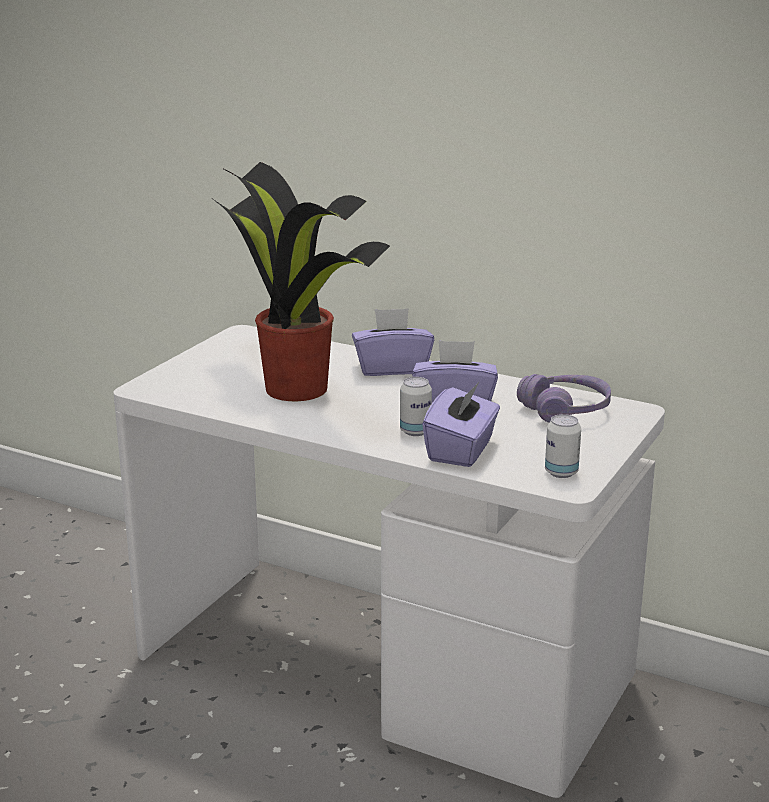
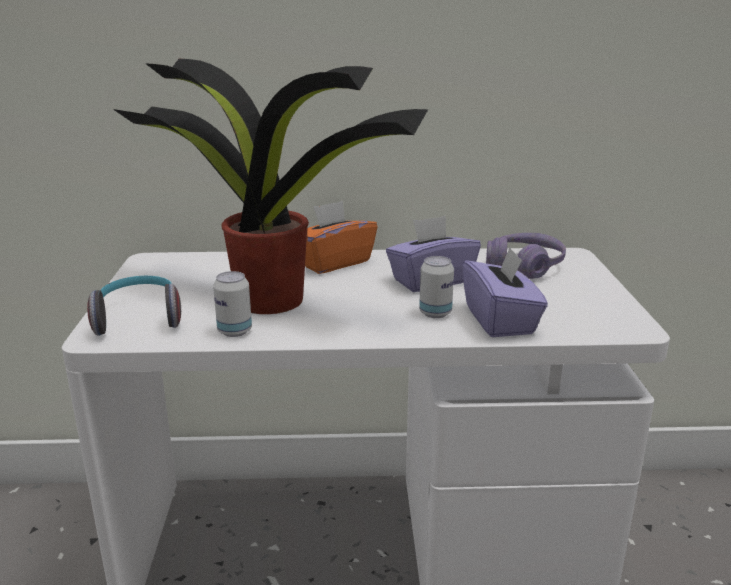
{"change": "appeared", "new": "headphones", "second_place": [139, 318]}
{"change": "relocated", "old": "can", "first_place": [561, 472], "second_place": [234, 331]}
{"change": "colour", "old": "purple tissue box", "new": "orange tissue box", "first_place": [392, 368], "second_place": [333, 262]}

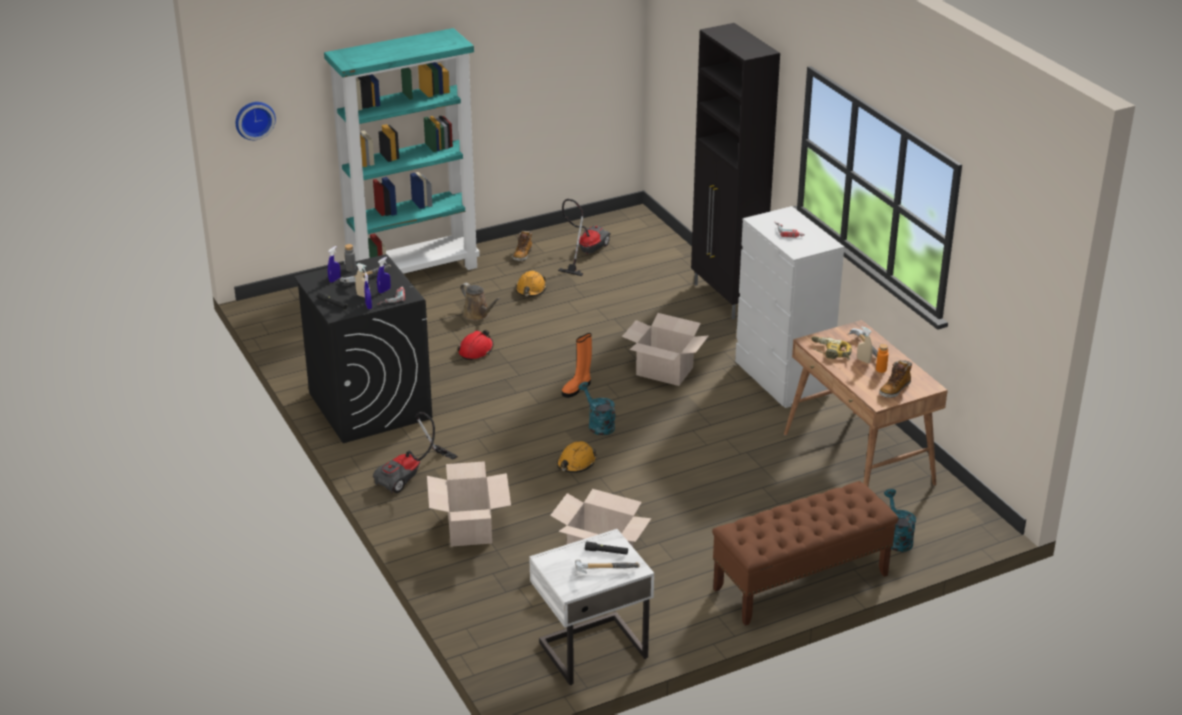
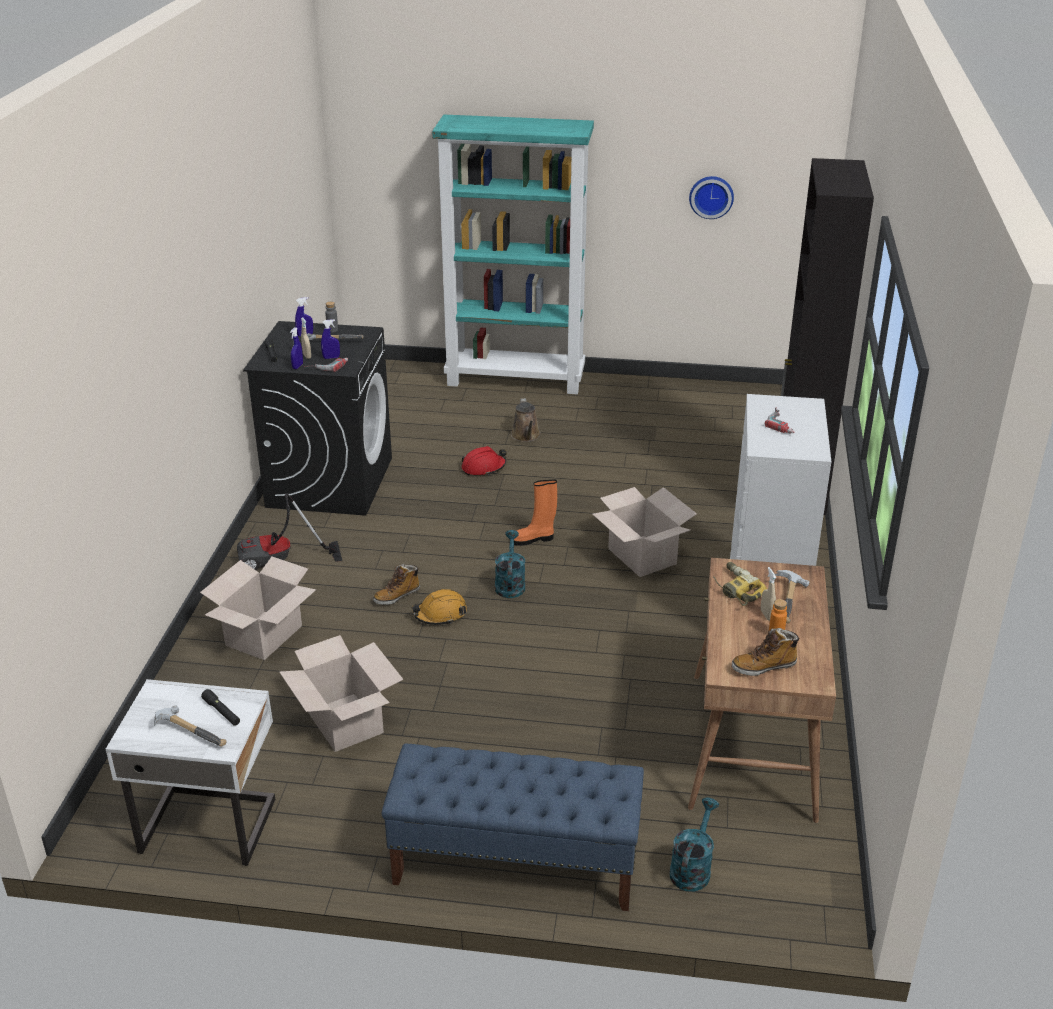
{"change": "relocated", "old": "boot", "first_place": [522, 255], "second_place": [397, 596]}
{"change": "colour", "old": "brown bench", "new": "blue bench", "first_place": [800, 582], "second_place": [514, 864]}
{"change": "relocated", "old": "wall clock", "first_place": [254, 119], "second_place": [711, 196]}
{"change": "missing", "old": "orange hard hat", "first_place": [530, 290]}
{"change": "missing", "old": "vacuum cleaner", "first_place": [585, 253]}

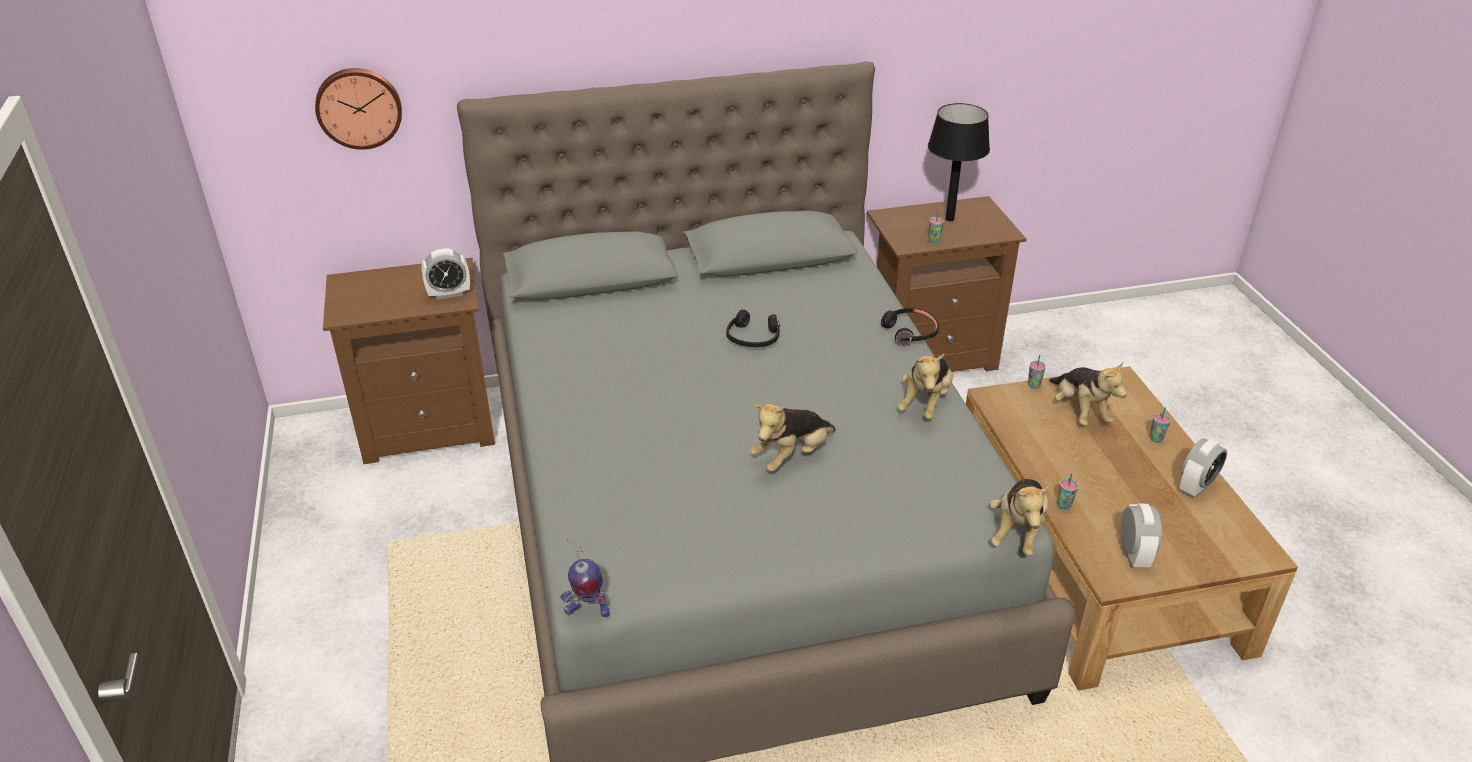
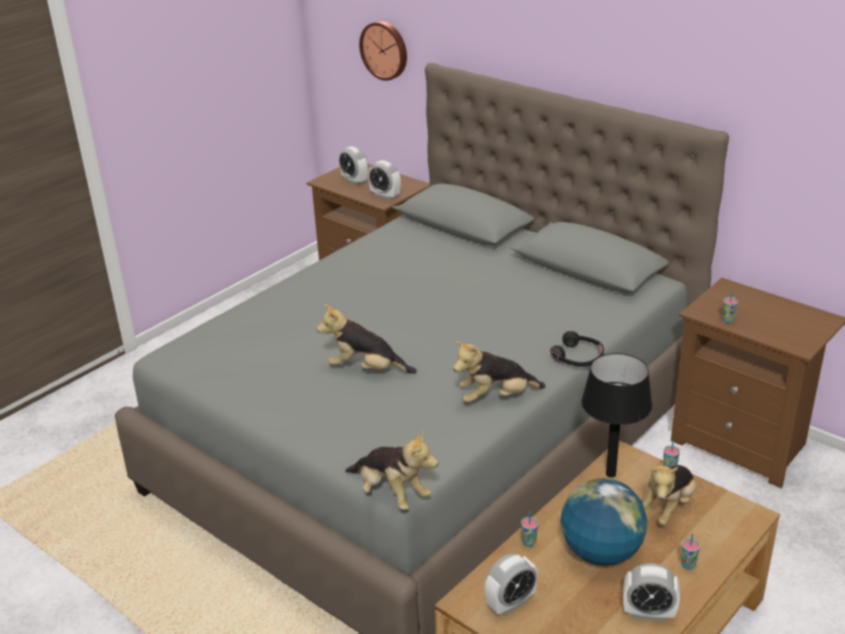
{"change": "appeared", "new": "alarm clock", "second_place": [354, 181]}
{"change": "spun", "old": "plush toy", "first_place": [1017, 532], "second_place": [391, 494], "degrees": -120}
{"change": "appeared", "new": "globe", "second_place": [601, 552]}
{"change": "relocated", "old": "black table lamp", "first_place": [949, 219], "second_place": [610, 474]}
{"change": "missing", "old": "toy robot", "first_place": [587, 611]}
{"change": "missing", "old": "black headphones", "first_place": [753, 337]}

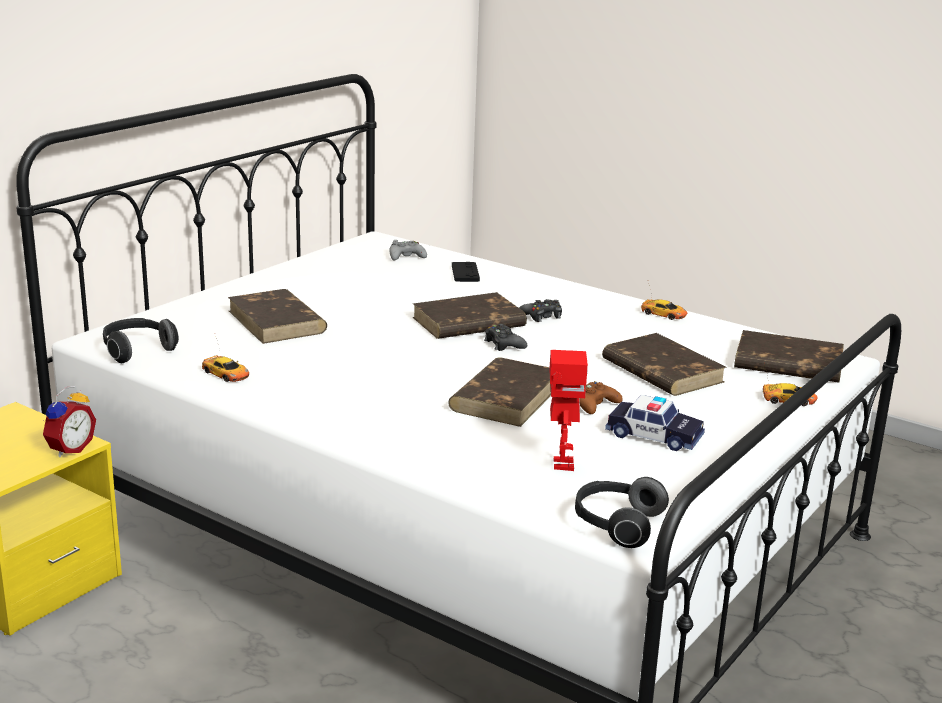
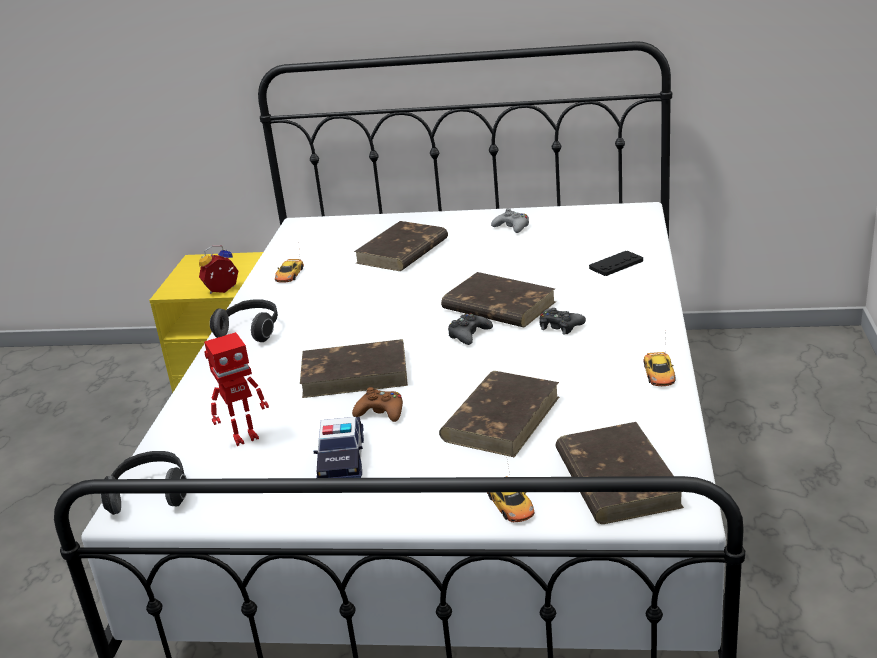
{"change": "spun", "old": "alarm clock", "first_place": [69, 449], "second_place": [223, 291], "degrees": 150}
{"change": "relocated", "old": "headphones", "first_place": [136, 350], "second_place": [251, 331]}
{"change": "relocated", "old": "grey game controller", "first_place": [406, 257], "second_place": [512, 227]}

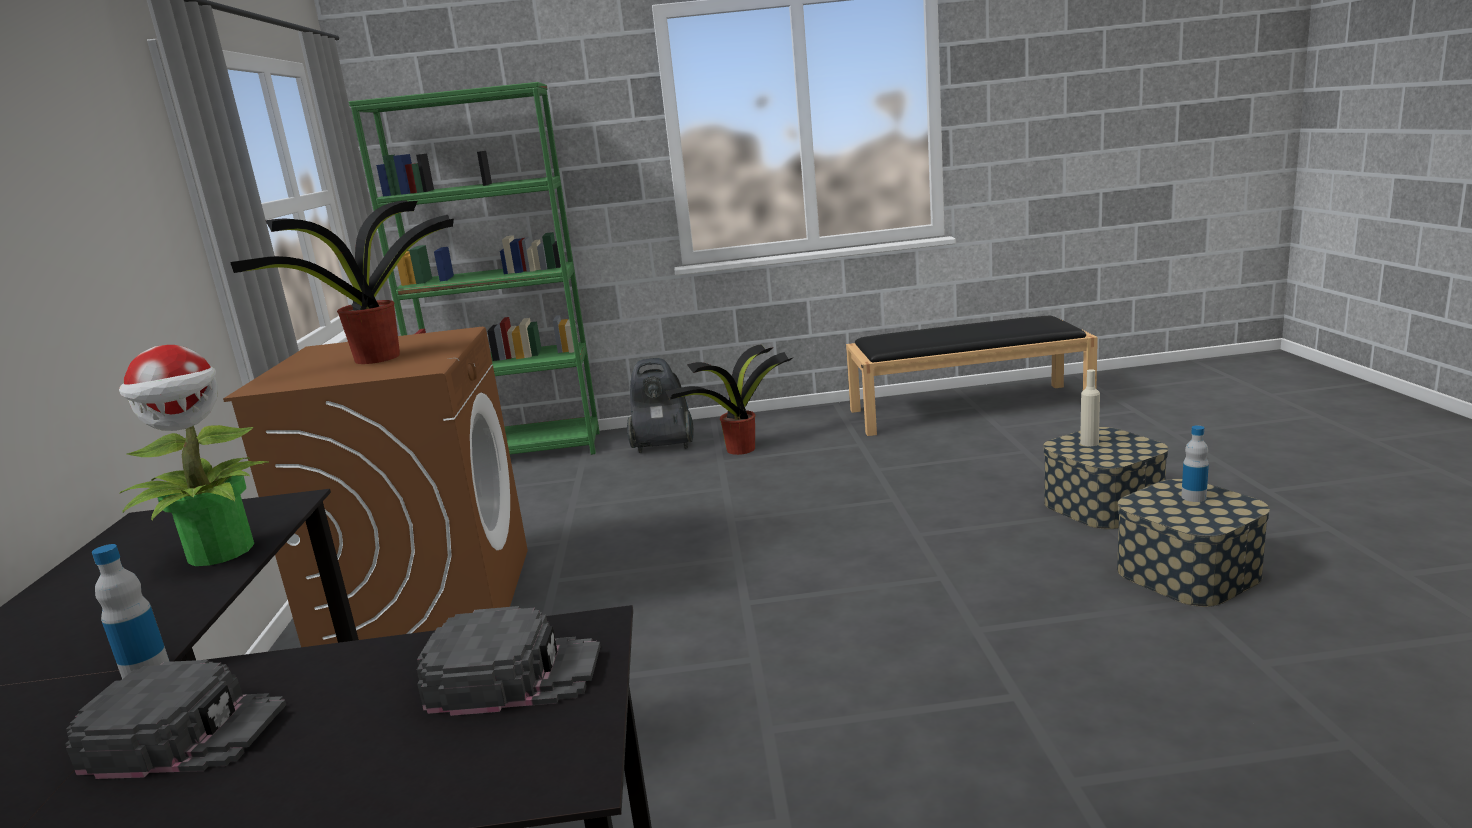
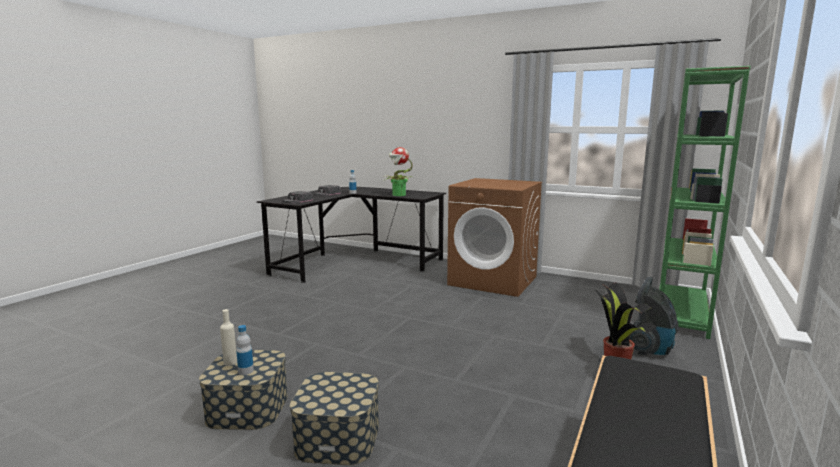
{"change": "relocated", "old": "beige bottle", "first_place": [1089, 443], "second_place": [230, 362]}
{"change": "missing", "old": "potted plant", "first_place": [374, 358]}

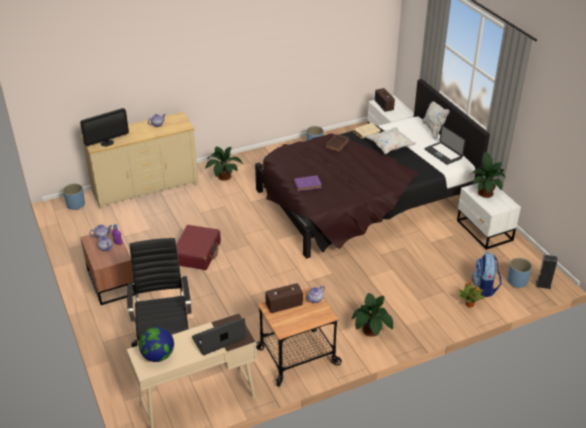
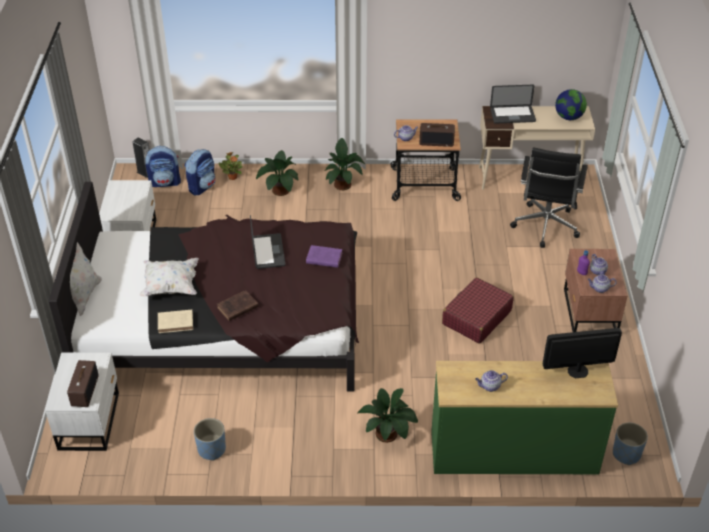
{"change": "exchanged", "old": "blue planter", "new": "backpack", "first_place": [517, 281], "second_place": [165, 182]}
{"change": "relocated", "old": "laptop", "first_place": [443, 154], "second_place": [268, 252]}
{"change": "relocated", "old": "potted plant", "first_place": [485, 192], "second_place": [280, 191]}
{"change": "colour", "old": "beige dresser", "new": "green dresser", "first_place": [145, 187], "second_place": [513, 453]}

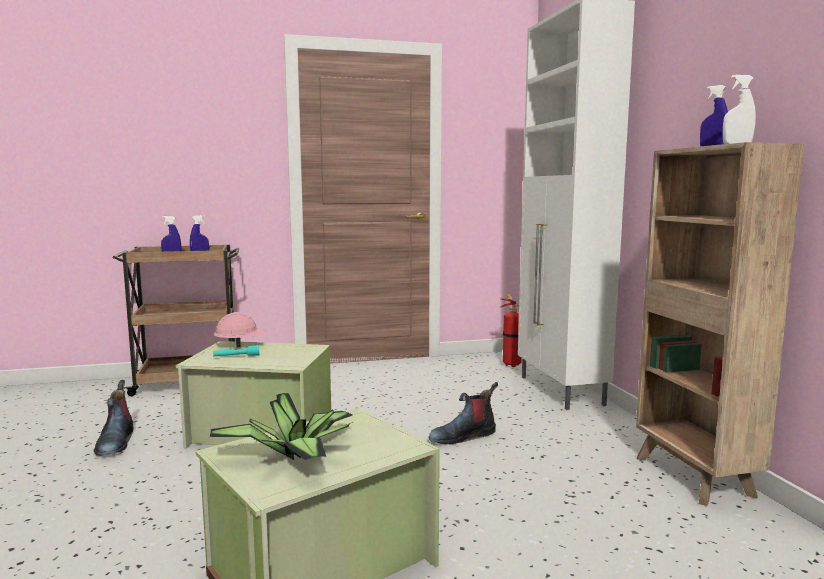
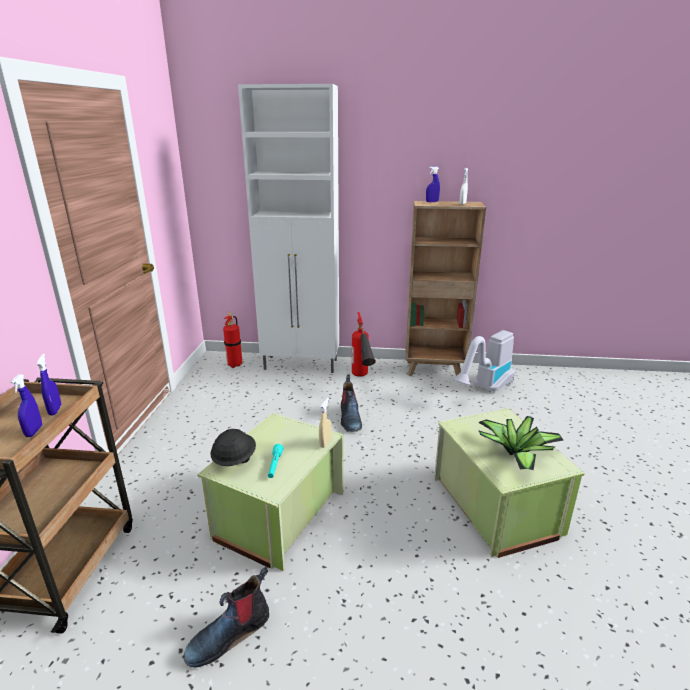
{"change": "spun", "old": "boot", "first_place": [115, 442], "second_place": [229, 634], "degrees": 135}
{"change": "colour", "old": "pink hard hat", "new": "black hard hat", "first_place": [241, 345], "second_place": [234, 460]}
{"change": "appeared", "new": "beige spray bottle", "second_place": [325, 443]}
{"change": "appeared", "new": "fire extinguisher", "second_place": [362, 380]}
{"change": "appeared", "new": "vacuum cleaner", "second_place": [484, 389]}

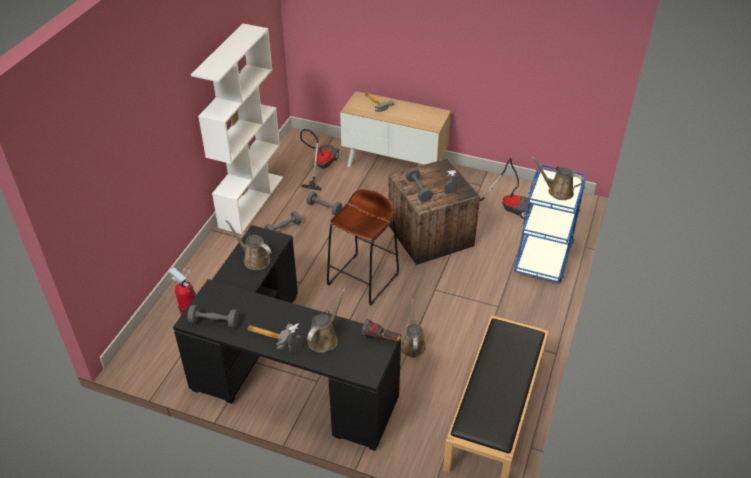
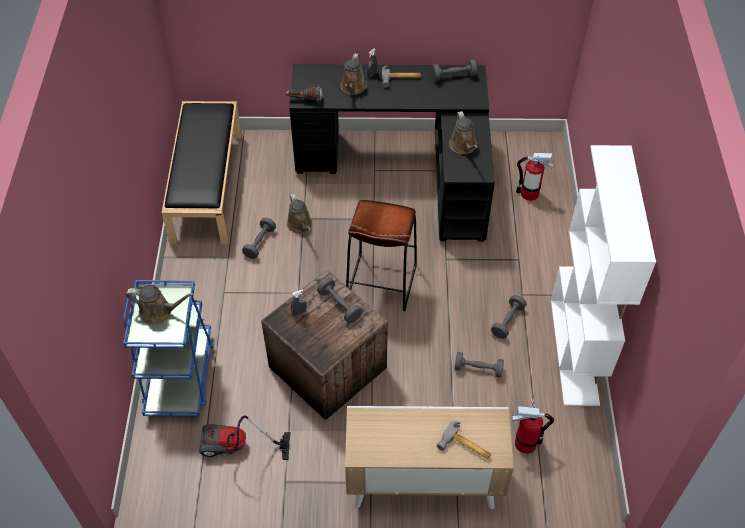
{"change": "appeared", "new": "grey dumbbell", "second_place": [260, 243]}
{"change": "spun", "old": "brown watering can", "first_place": [254, 259], "second_place": [463, 146], "degrees": 60}
{"change": "exchanged", "old": "vacuum cleaner", "new": "fire extinguisher", "first_place": [320, 167], "second_place": [525, 443]}

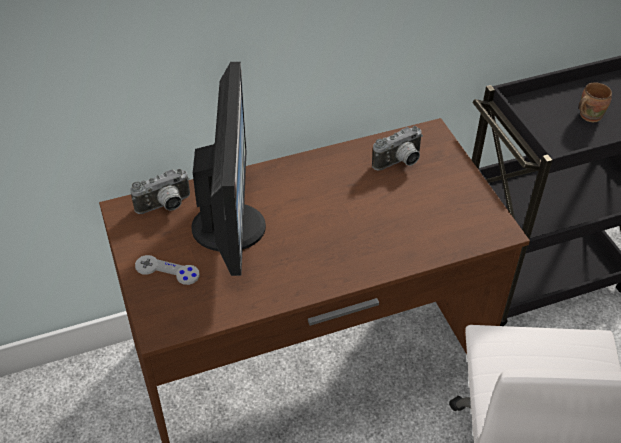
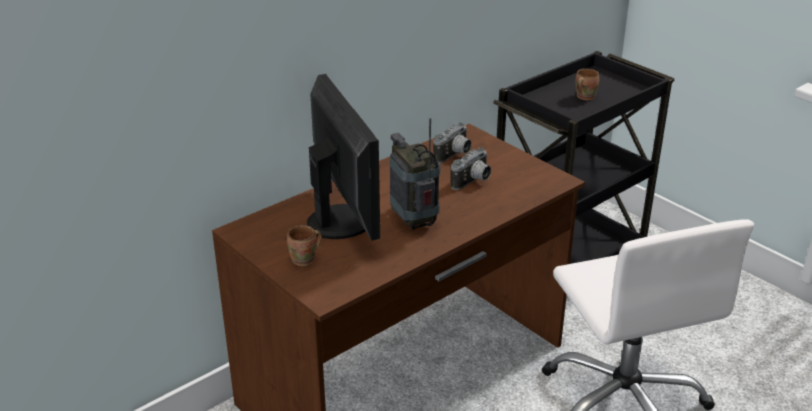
{"change": "exchanged", "old": "grey game controller", "new": "brown mug", "first_place": [167, 271], "second_place": [305, 260]}
{"change": "appeared", "new": "radio", "second_place": [414, 222]}
{"change": "relocated", "old": "photo camera", "first_place": [165, 206], "second_place": [473, 182]}

